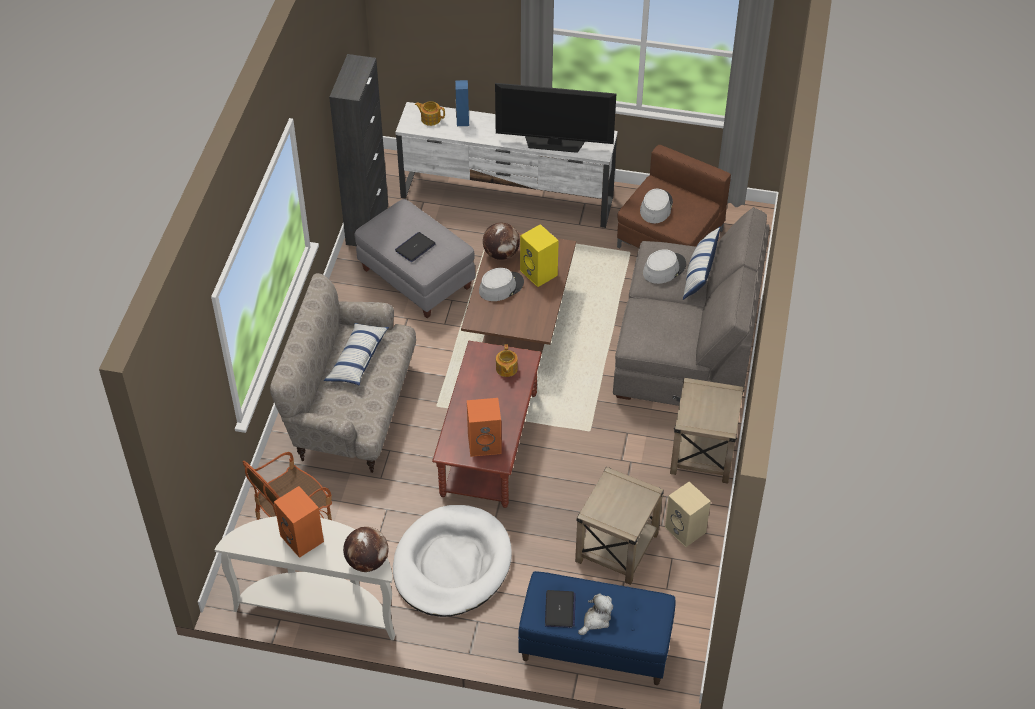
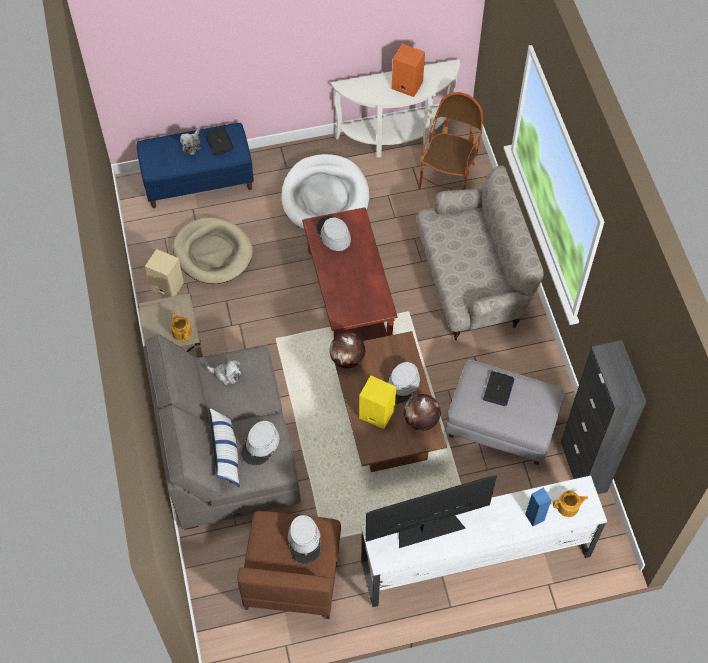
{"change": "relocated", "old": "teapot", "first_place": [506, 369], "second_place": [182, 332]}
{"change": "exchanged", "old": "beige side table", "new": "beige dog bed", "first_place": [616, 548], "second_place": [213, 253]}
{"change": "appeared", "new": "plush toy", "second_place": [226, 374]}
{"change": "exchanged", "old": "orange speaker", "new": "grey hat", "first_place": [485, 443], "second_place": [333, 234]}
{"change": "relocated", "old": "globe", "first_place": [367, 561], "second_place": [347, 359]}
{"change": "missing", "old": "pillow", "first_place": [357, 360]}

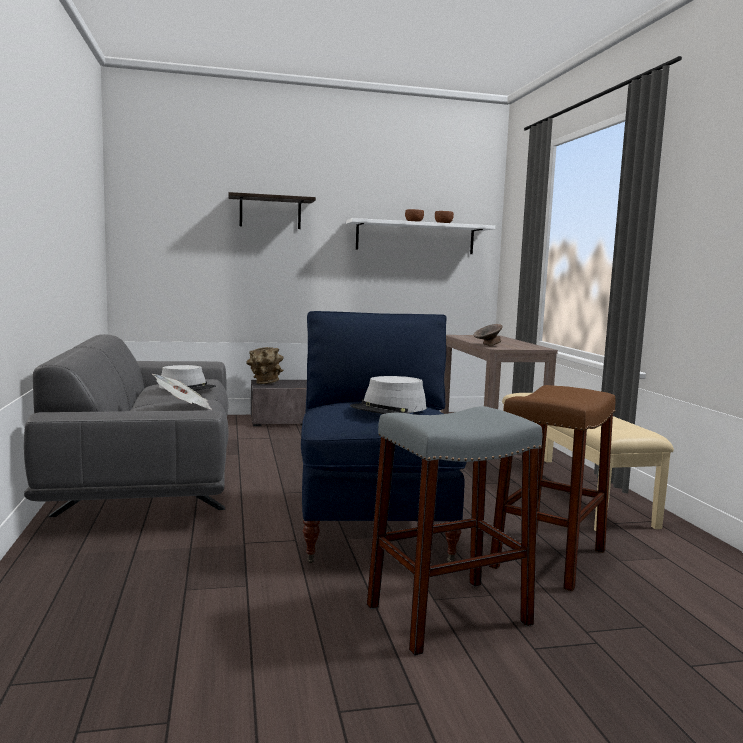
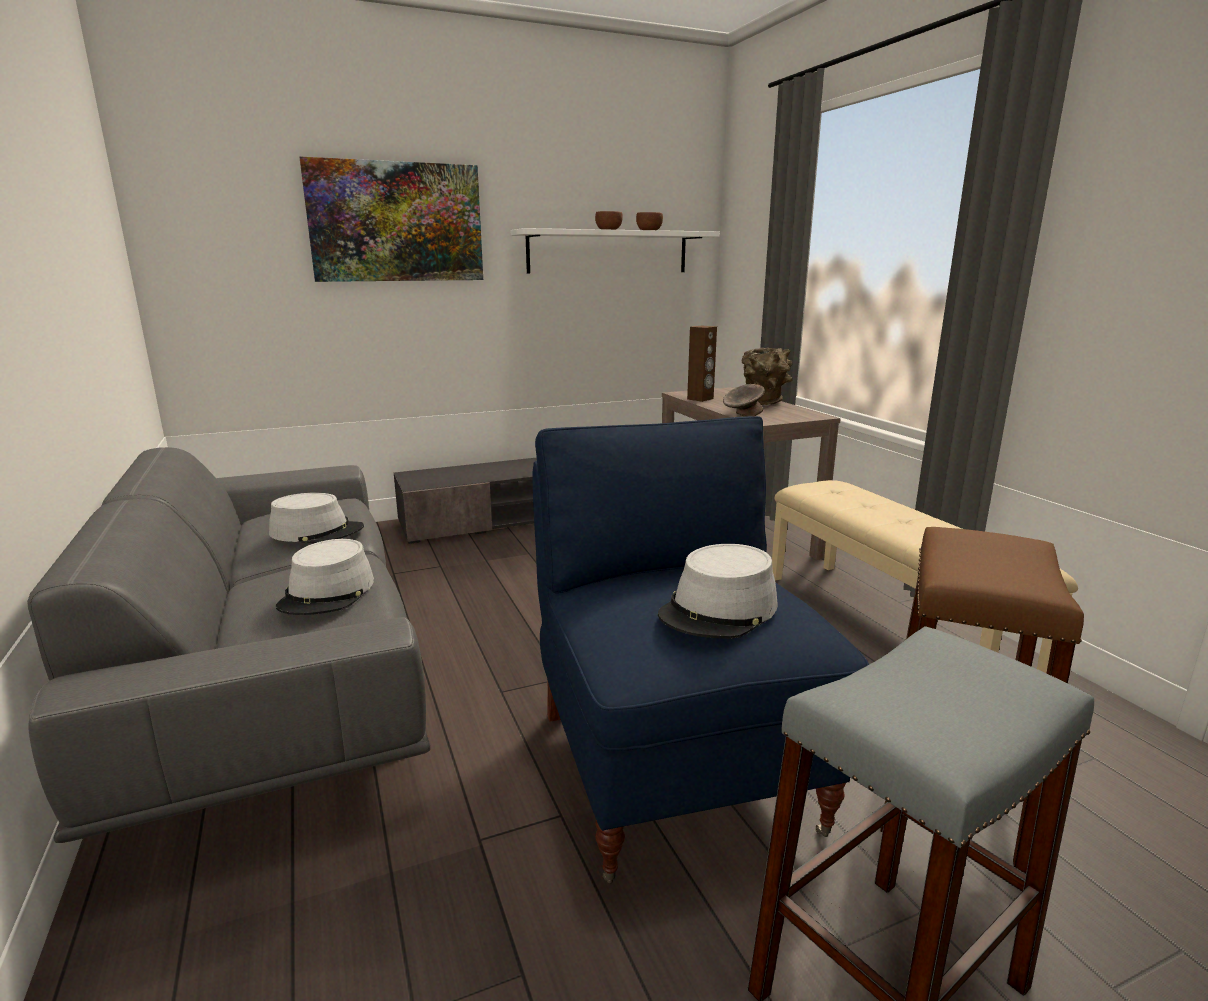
{"change": "exchanged", "old": "newspaper", "new": "grey hat", "first_place": [184, 407], "second_place": [328, 593]}
{"change": "exchanged", "old": "shelf", "new": "picture", "first_place": [270, 212], "second_place": [396, 222]}
{"change": "appeared", "new": "brown speaker", "second_place": [700, 399]}
{"change": "relocated", "old": "brown vase", "first_place": [265, 383], "second_place": [763, 403]}

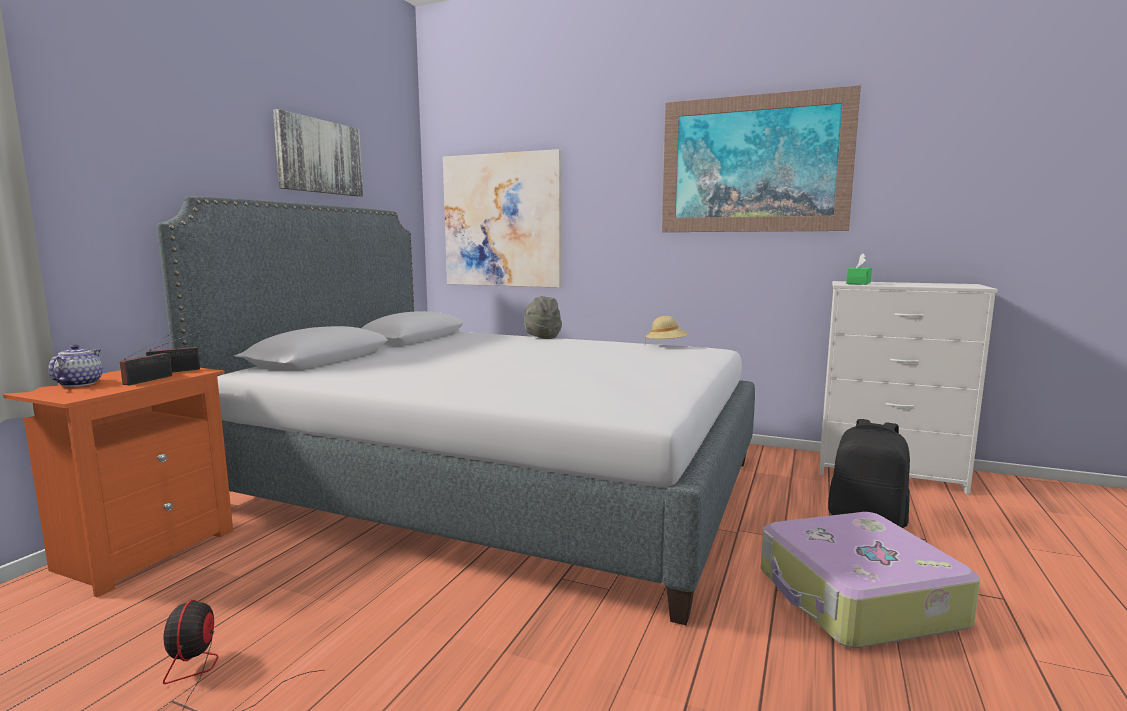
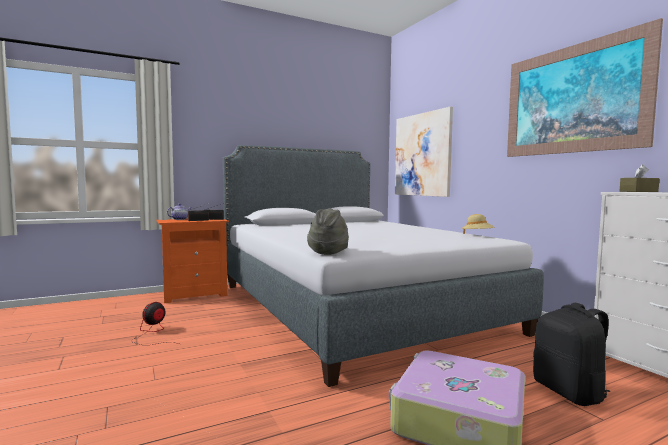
{"change": "relocated", "old": "grey hat", "first_place": [541, 336], "second_place": [328, 252]}
{"change": "colour", "old": "green tissue box", "new": "brown tissue box", "first_place": [858, 283], "second_place": [638, 191]}
{"change": "missing", "old": "picture", "first_place": [319, 157]}

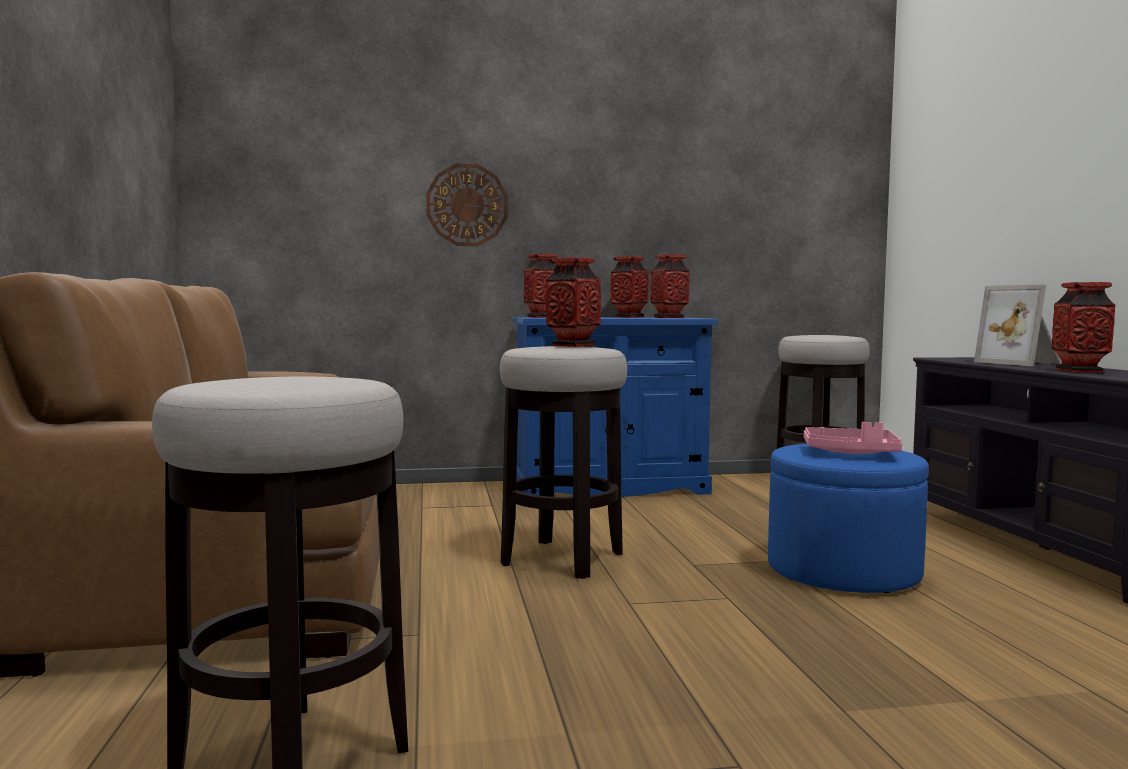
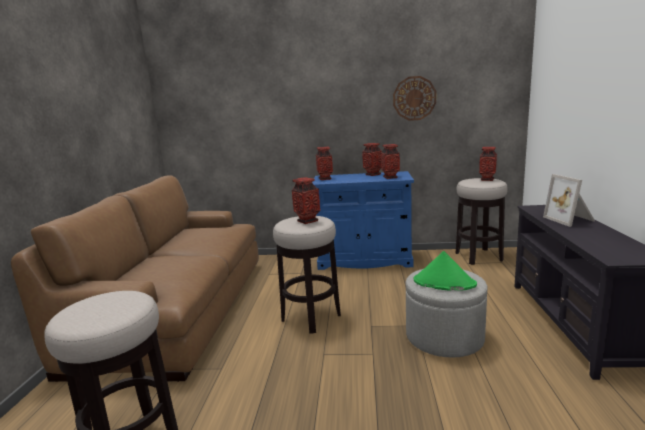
{"change": "relocated", "old": "wall clock", "first_place": [467, 205], "second_place": [414, 98]}
{"change": "colour", "old": "blue ottoman", "new": "grey ottoman", "first_place": [843, 572], "second_place": [444, 337]}
{"change": "exchanged", "old": "pink tray", "new": "green hat", "first_place": [851, 453], "second_place": [444, 282]}
{"change": "relocated", "old": "vase", "first_place": [1079, 371], "second_place": [487, 179]}

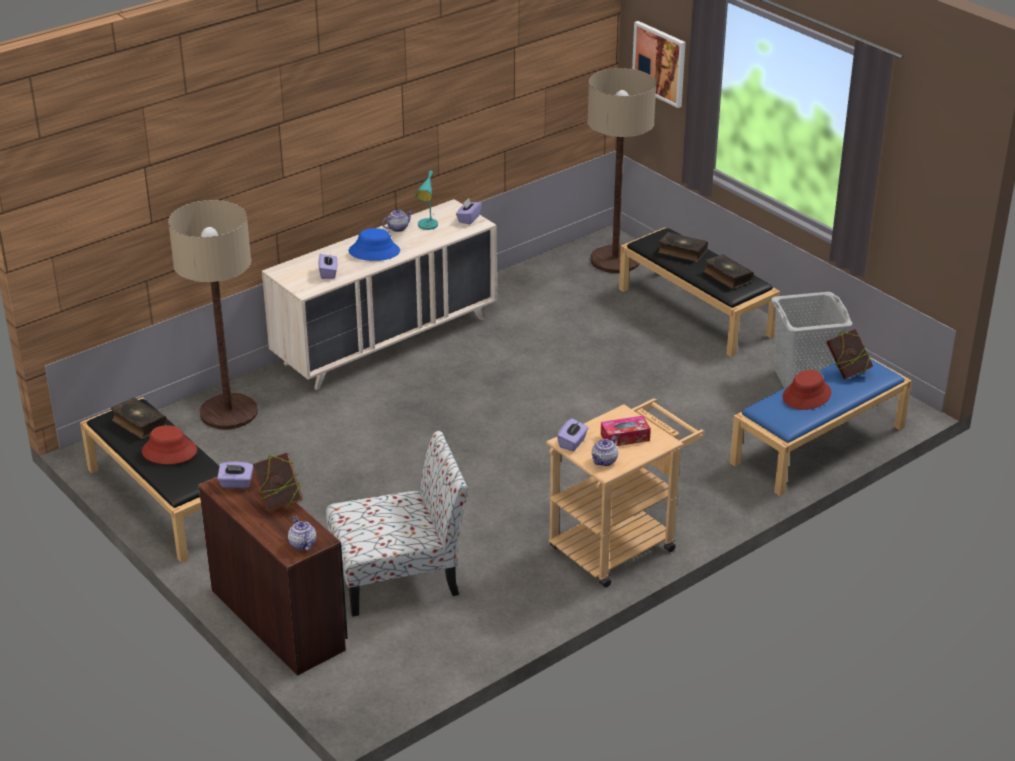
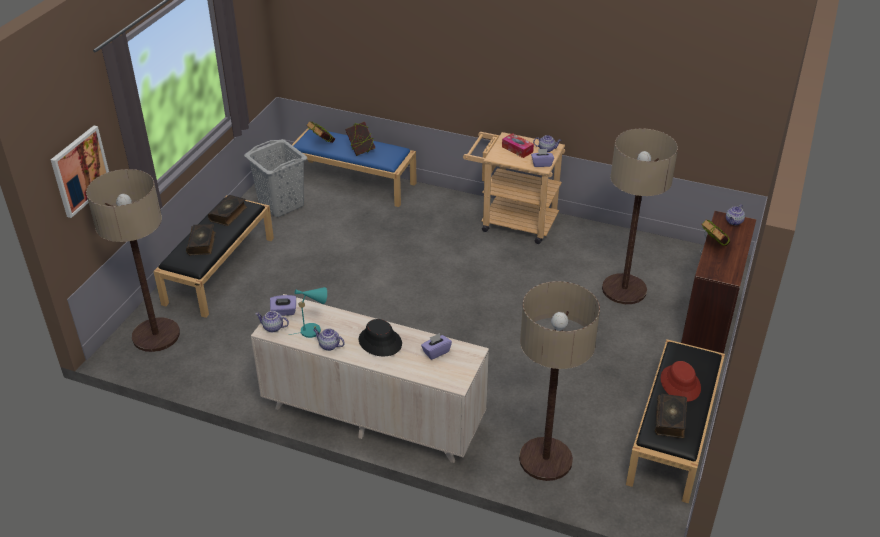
{"change": "appeared", "new": "teapot", "second_place": [272, 328]}
{"change": "exchanged", "old": "red hat", "new": "book", "first_place": [807, 395], "second_place": [361, 150]}
{"change": "colour", "old": "blue hat", "new": "black hat", "first_place": [374, 251], "second_place": [380, 342]}
{"change": "exchanged", "old": "chair", "new": "floor lamp", "first_place": [399, 576], "second_place": [624, 289]}
{"change": "missing", "old": "purple tissue box", "first_place": [236, 484]}

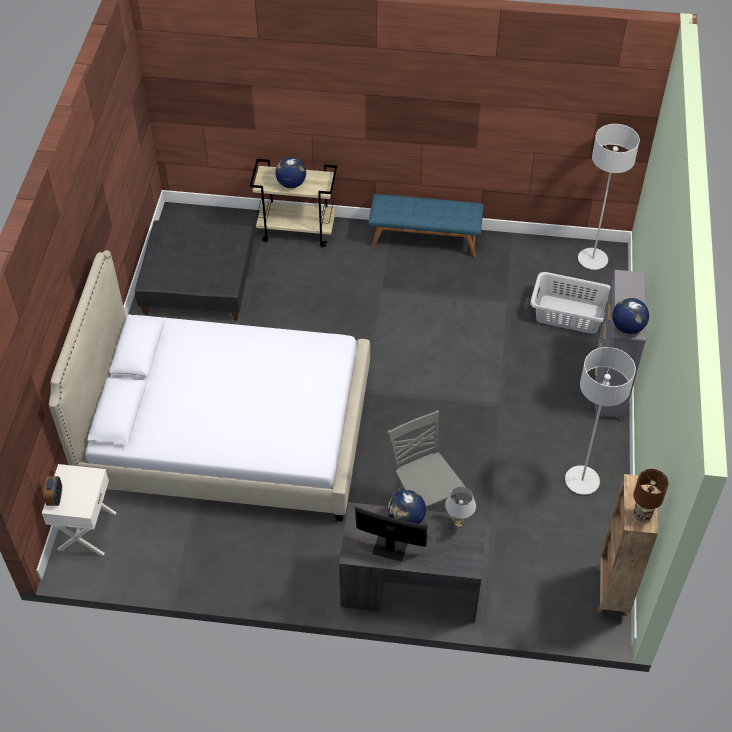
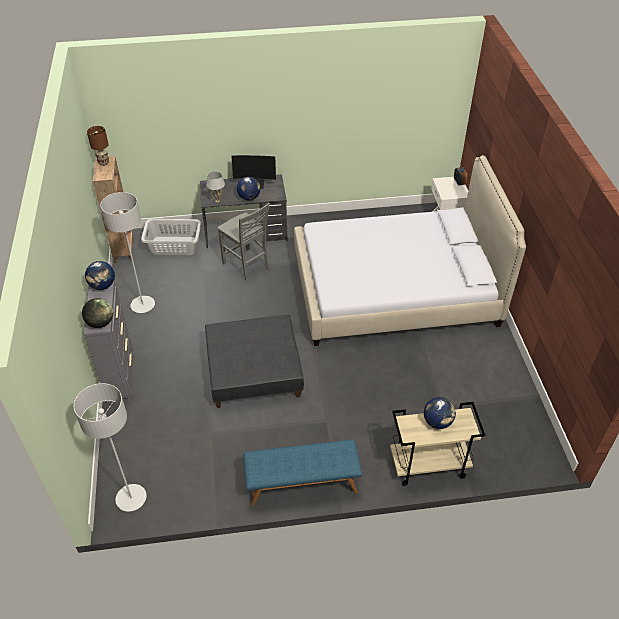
{"change": "appeared", "new": "globe", "second_place": [100, 323]}
{"change": "relocated", "old": "grey laundry basket", "first_place": [569, 315], "second_place": [173, 245]}
{"change": "relocated", "old": "grey ottoman", "first_place": [199, 282], "second_place": [253, 371]}

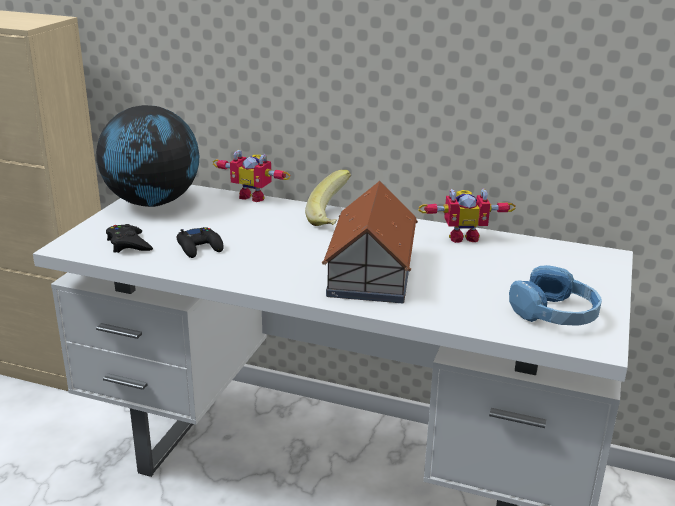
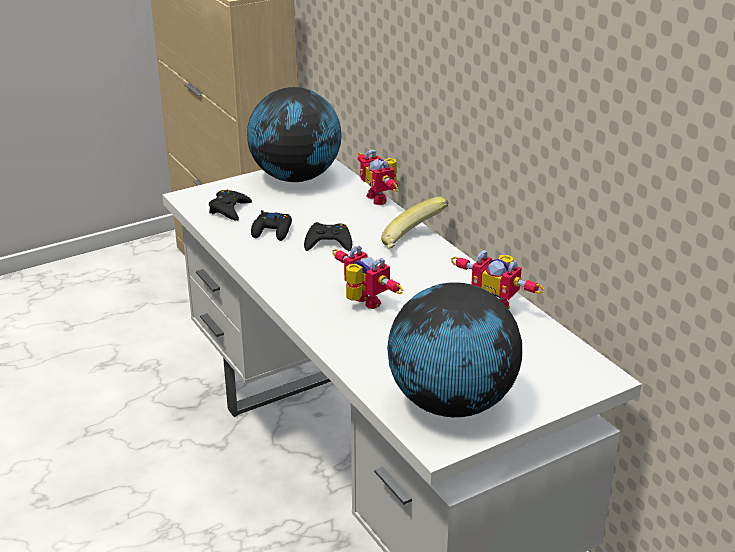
{"change": "appeared", "new": "black game controller", "second_place": [328, 243]}
{"change": "exchanged", "old": "toy house", "new": "toy robot", "first_place": [370, 273], "second_place": [362, 303]}
{"change": "exchanged", "old": "blue headphones", "new": "globe", "first_place": [554, 314], "second_place": [451, 403]}

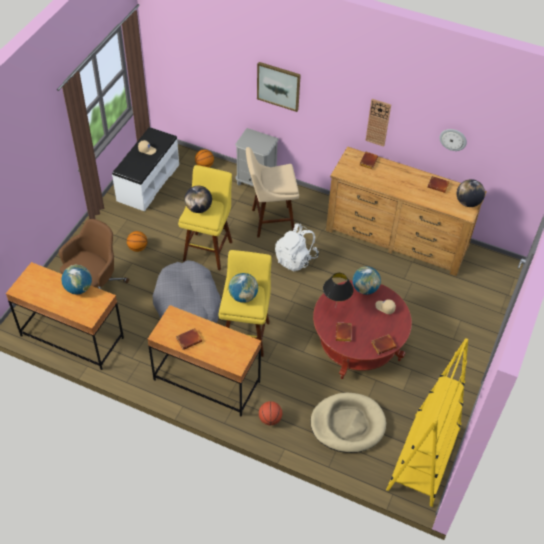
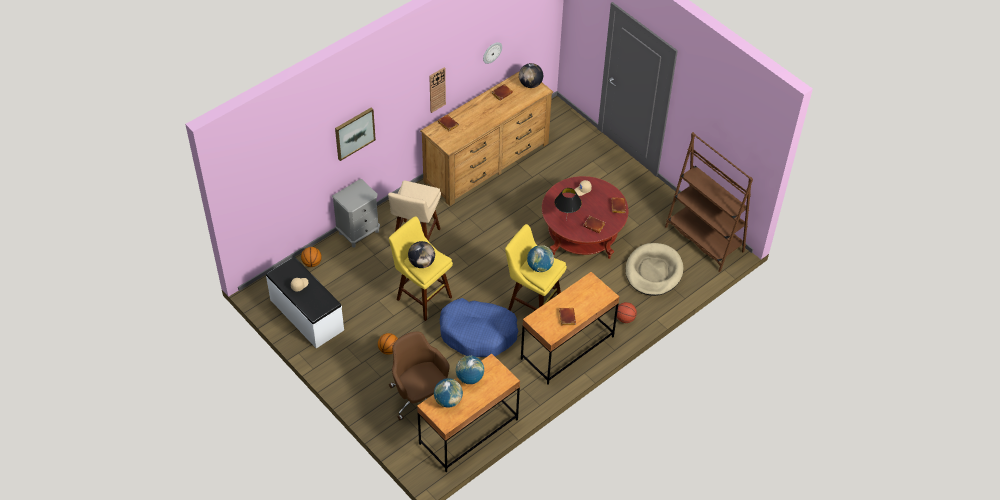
{"change": "relocated", "old": "globe", "first_place": [365, 289], "second_place": [448, 400]}
{"change": "colour", "old": "grey dog bed", "new": "blue dog bed", "first_place": [188, 304], "second_place": [478, 333]}
{"change": "colour", "old": "yellow bookcase", "new": "brown bookcase", "first_place": [423, 459], "second_place": [704, 239]}
{"change": "missing", "old": "white backpack", "first_place": [295, 259]}

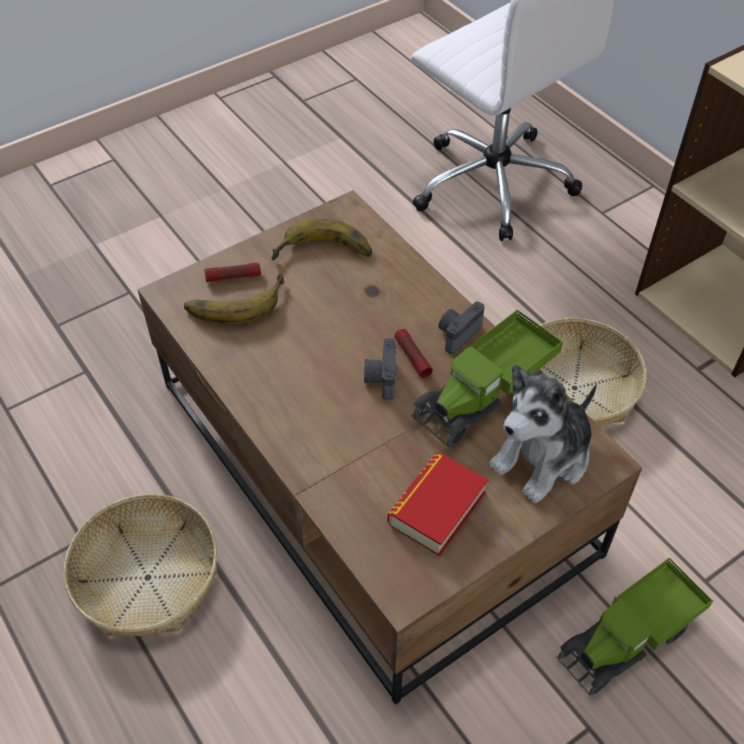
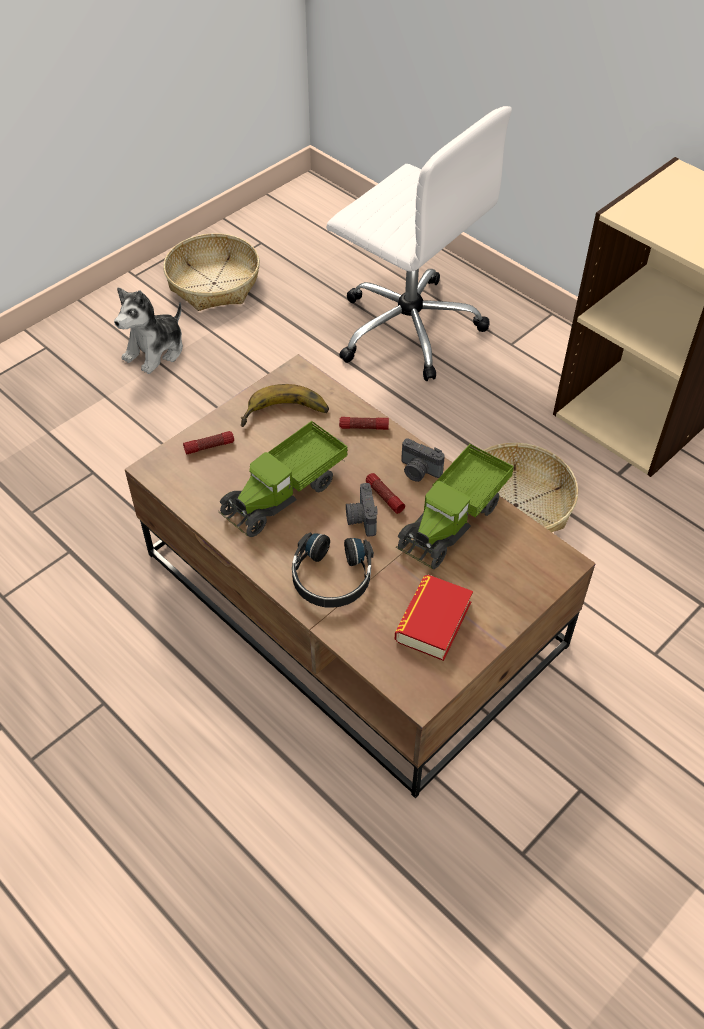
{"change": "relocated", "old": "plush toy", "first_place": [543, 457], "second_place": [155, 351]}
{"change": "relocated", "old": "basket", "first_place": [147, 578], "second_place": [213, 283]}
{"change": "relocated", "old": "toy truck", "first_place": [628, 638], "second_place": [285, 494]}
{"change": "appeared", "new": "black headphones", "second_place": [331, 578]}
{"change": "appeared", "new": "flashlight", "second_place": [364, 427]}
{"change": "spun", "old": "photo camera", "first_place": [457, 334], "second_place": [418, 471], "degrees": -90}
{"change": "missing", "old": "banana", "first_place": [235, 300]}

